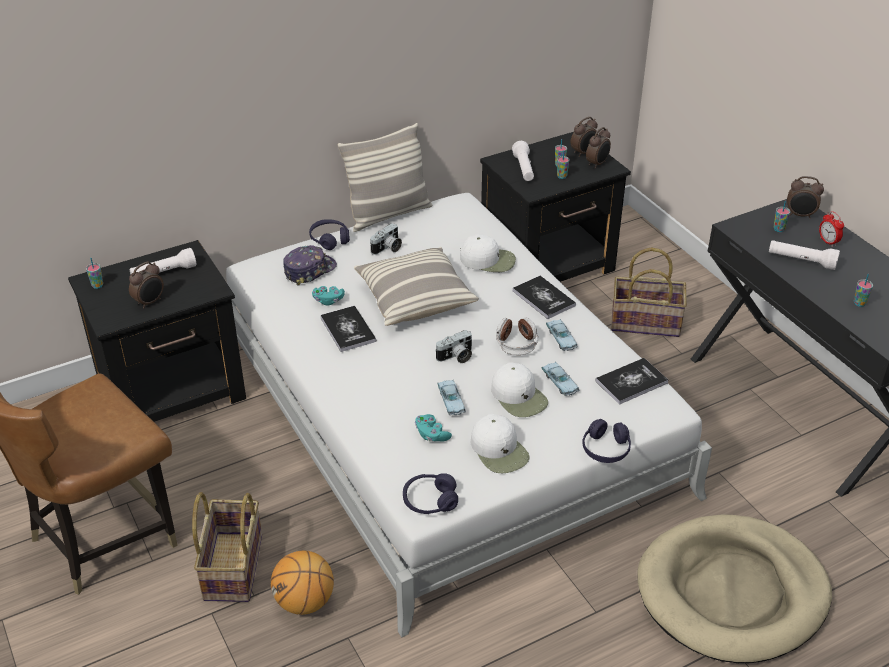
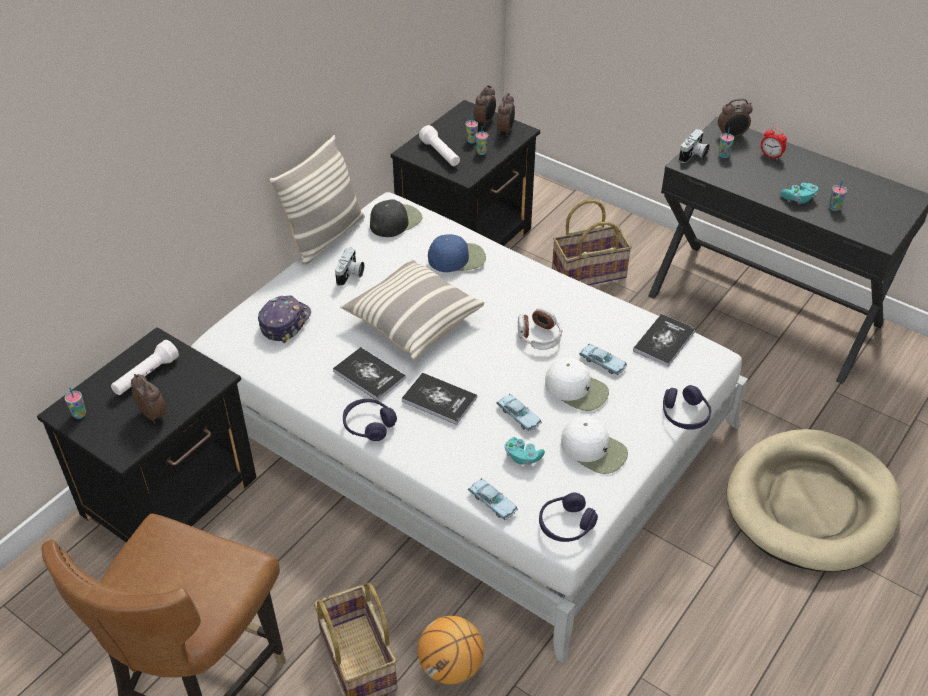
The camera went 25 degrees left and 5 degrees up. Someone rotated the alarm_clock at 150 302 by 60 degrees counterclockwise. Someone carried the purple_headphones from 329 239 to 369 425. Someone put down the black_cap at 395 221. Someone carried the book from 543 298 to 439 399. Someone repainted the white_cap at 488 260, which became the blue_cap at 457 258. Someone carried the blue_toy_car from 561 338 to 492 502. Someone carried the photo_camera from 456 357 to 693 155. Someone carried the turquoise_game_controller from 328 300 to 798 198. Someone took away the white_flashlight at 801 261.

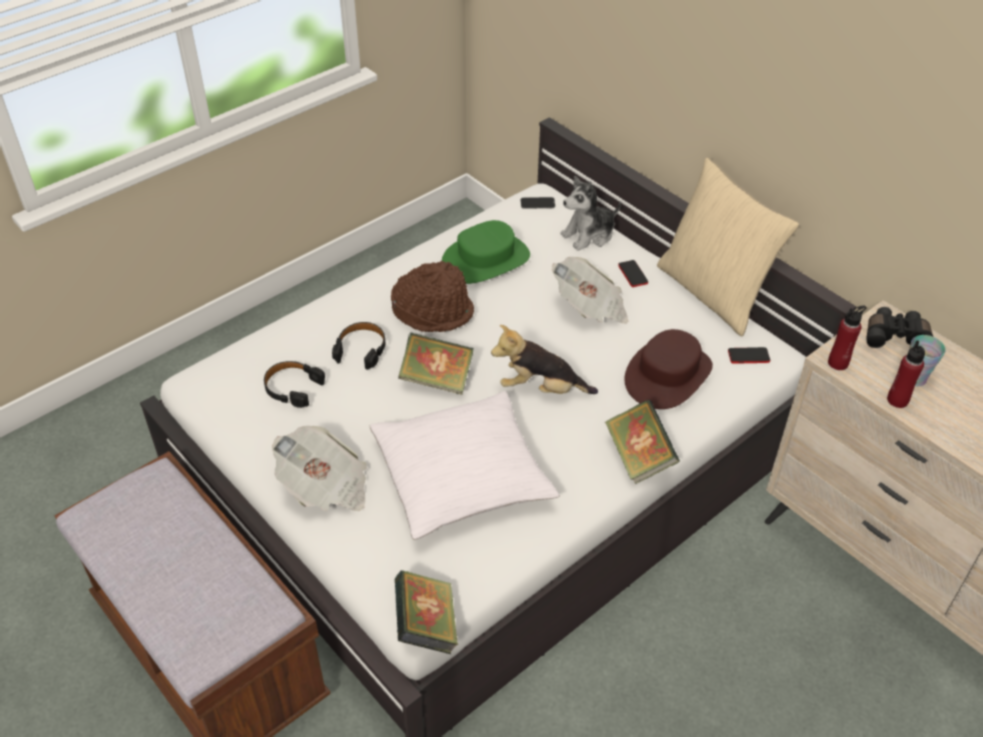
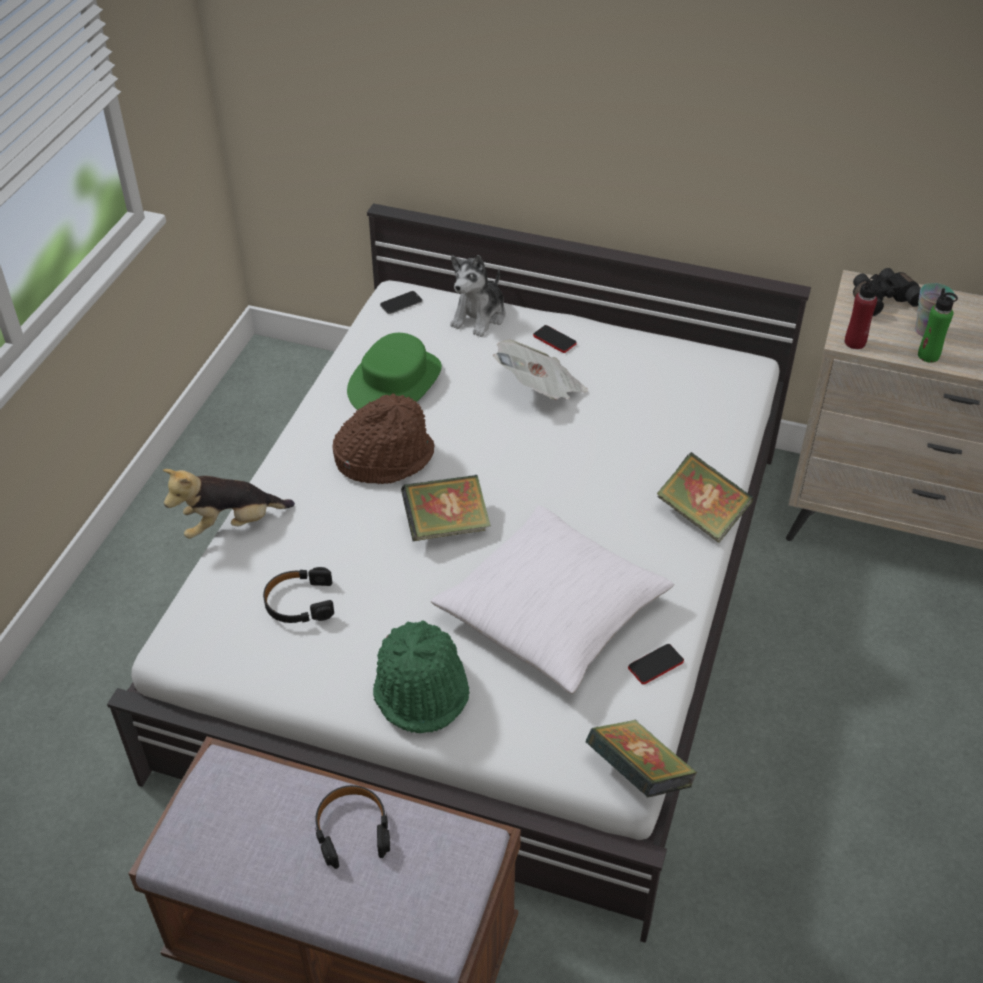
The camera went 30 degrees left and 0 degrees up. Someone carried the plush_toy from 541 388 to 231 524. Someone carried the black_headphones from 361 349 to 352 830. Someone swapped the newspaper at 325 487 for the green_hat at 421 689. Someone carried the phone from 748 356 to 655 664. Someone repainted the red_bottle at 897 400, which became the green_bottle at 928 355. Someone took away the brown_hat at 667 375. Someone took away the beige_pillow at 713 292.

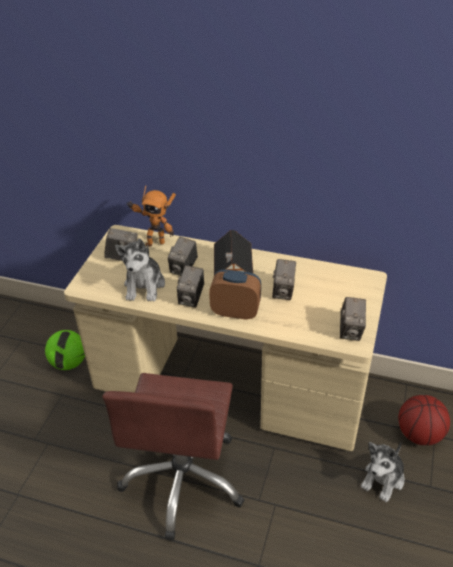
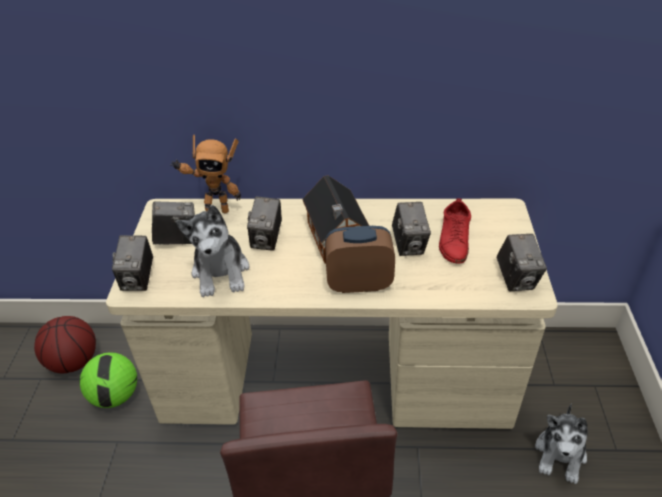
The camera went 15 degrees left and 0 degrees up. Someone carried the basketball from 419 434 to 74 362. Someone carried the photo_camera from 191 298 to 139 279. Someone put down the red_shoe at 454 240.

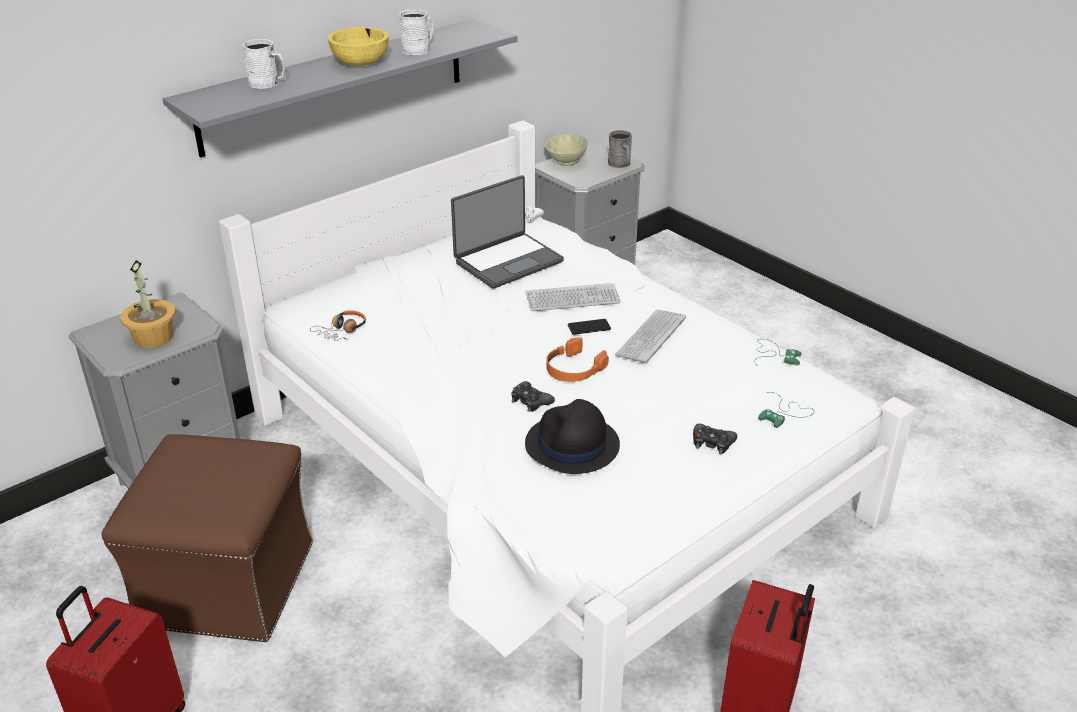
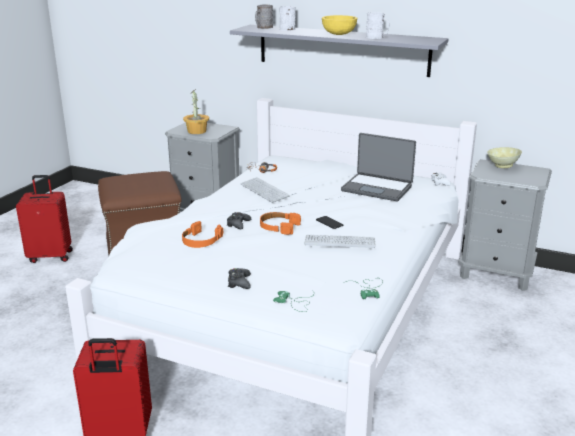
The camera went 65 degrees right and 10 degrees down. Someone swapped the black_hat at 572 445 for the orange_headphones at 201 241. Someone carried the keyboard from 572 299 to 264 191. Someone carried the grey_mug from 620 164 to 263 28.

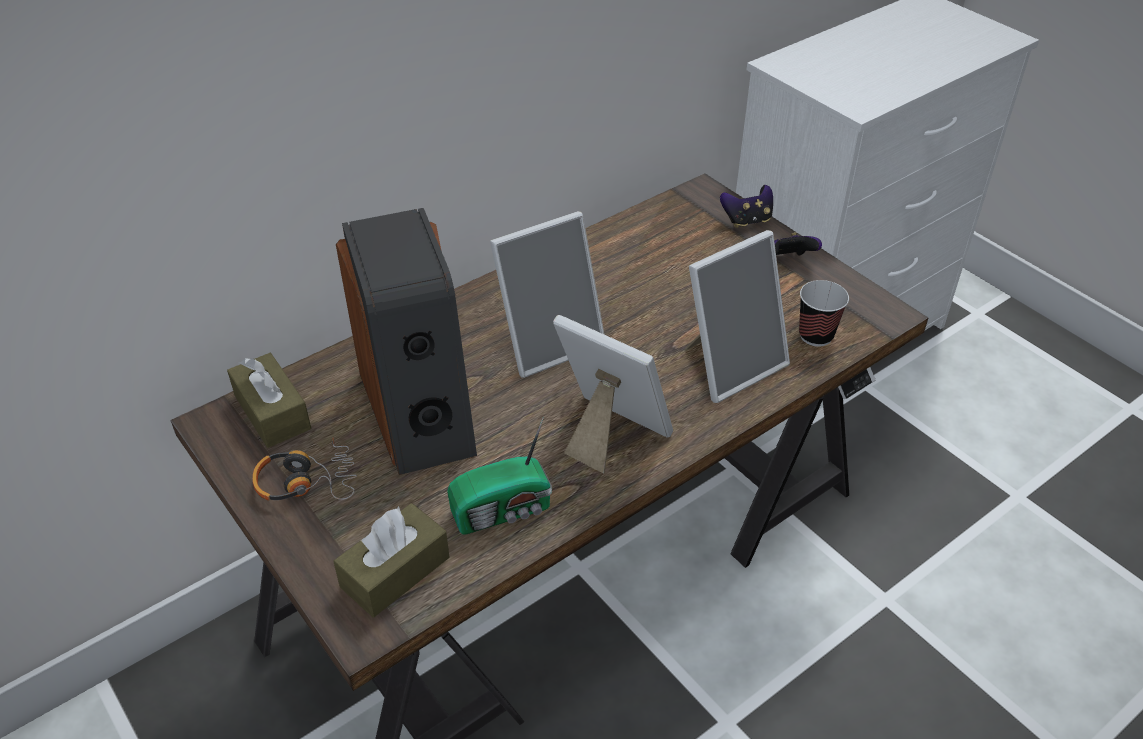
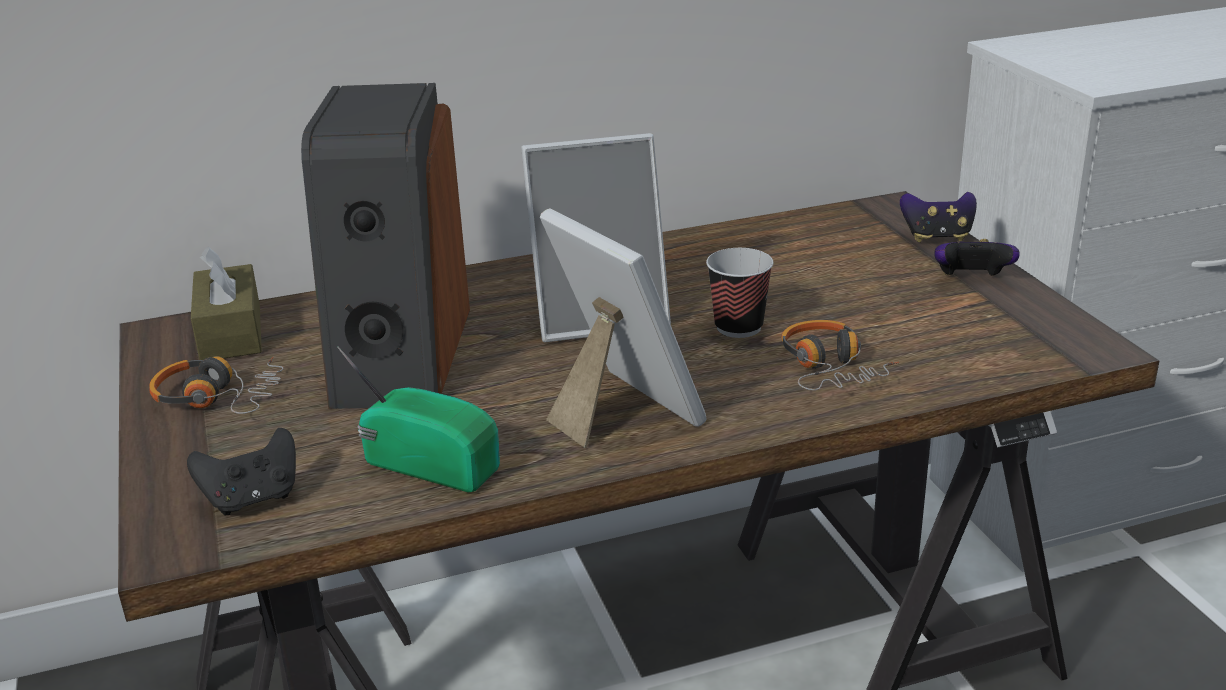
The camera went 20 degrees right and 15 degrees down. Someone swapped the brown_tissue_box at 395 572 for the black_game_controller at 253 499. Someone rotated the radio at 504 511 by 150 degrees counterclockwise. Someone carried the cup from 816 335 to 738 327. Someone swapped the picture_frame at 730 364 for the headphones at 830 368.

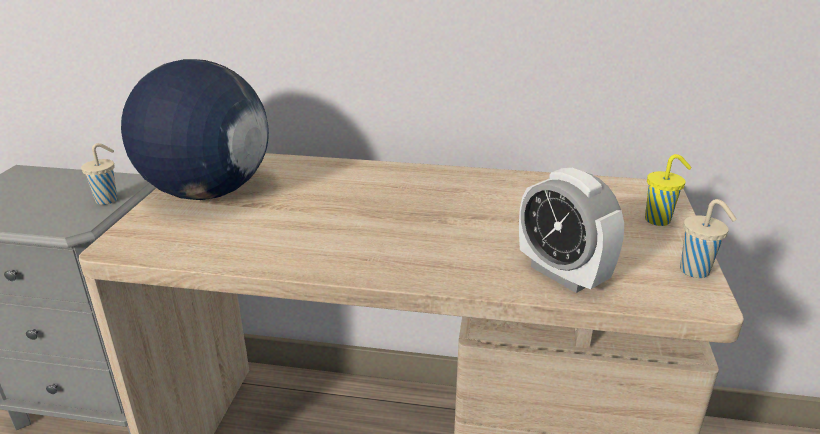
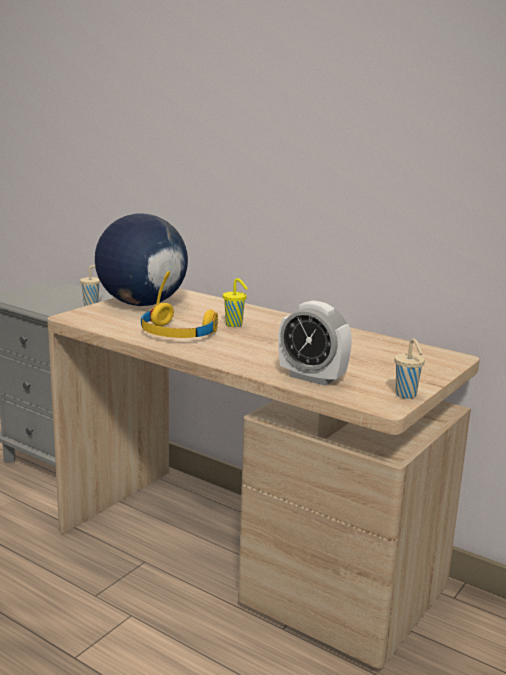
The camera went 25 degrees right and 10 degrees down. Someone put down the yellow_headphones at 178 333. Someone carried the yellow_cup from 659 220 to 235 325. Someone rotated the alarm_clock at 562 274 by 45 degrees counterclockwise.

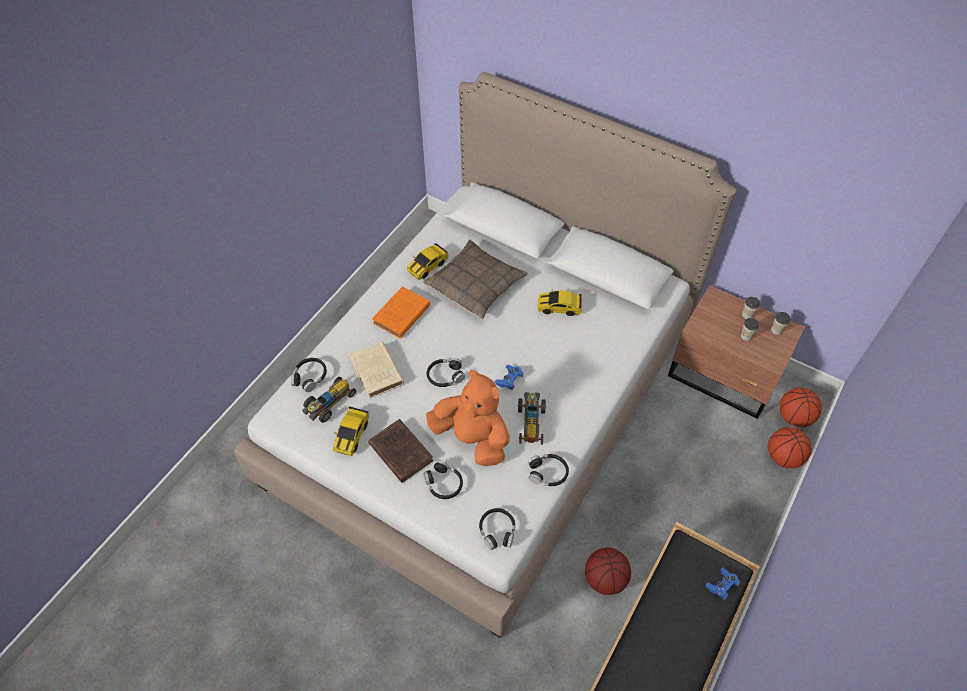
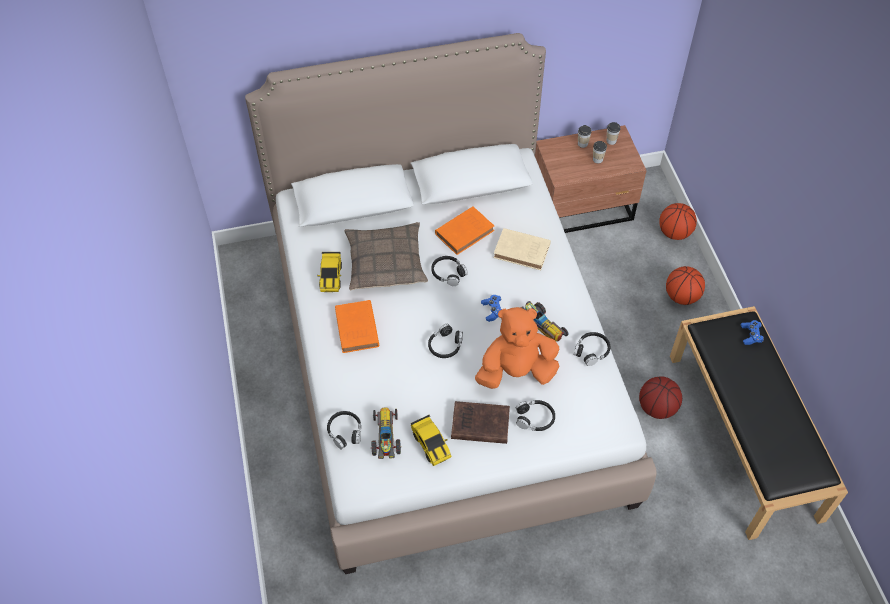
The camera went 45 degrees left and 0 degrees up. Someone carried the black_headphones from 497 531 to 448 273. Someone swapped the toy_car at 559 307 for the orange_book at 465 232. Someone carried the beige_book from 377 373 to 523 251. Someone carried the basketball from 794 417 to 681 296.

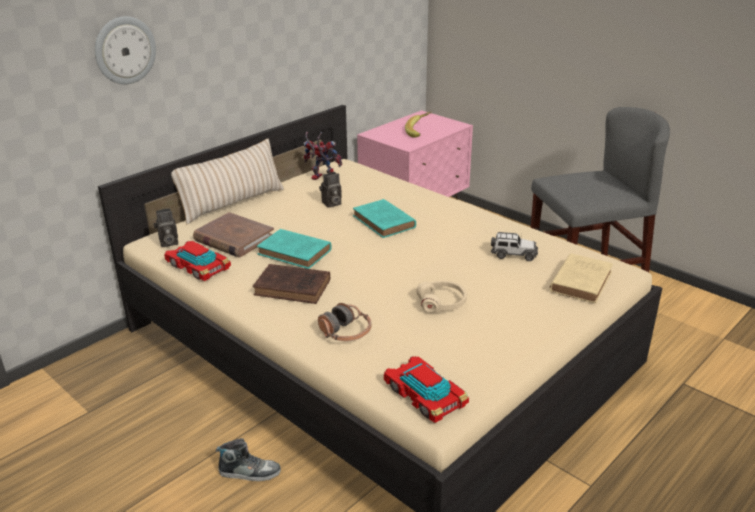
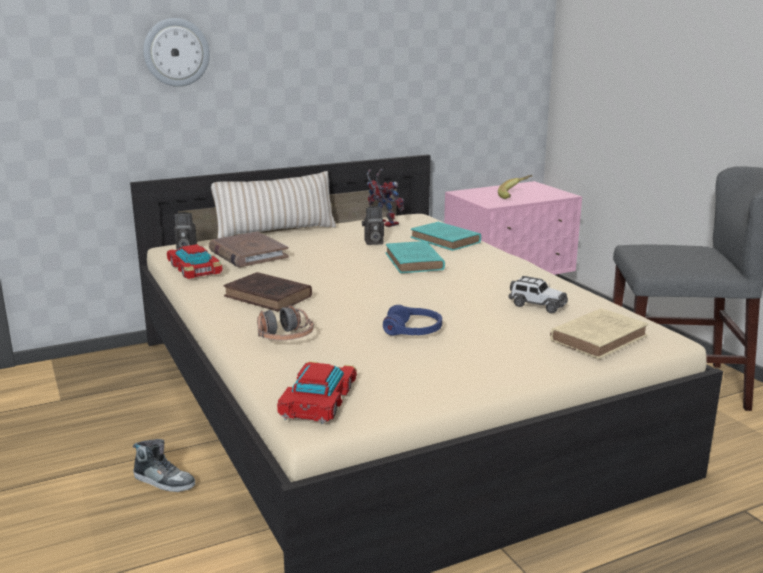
The camera went 20 degrees right and 10 degrees down. Someone rotated the toy_car at 425 394 by 150 degrees counterclockwise. Someone repainted the beige_headphones at 442 302, which became the blue_headphones at 413 330. Someone carried the turquoise_book from 296 253 to 446 240.

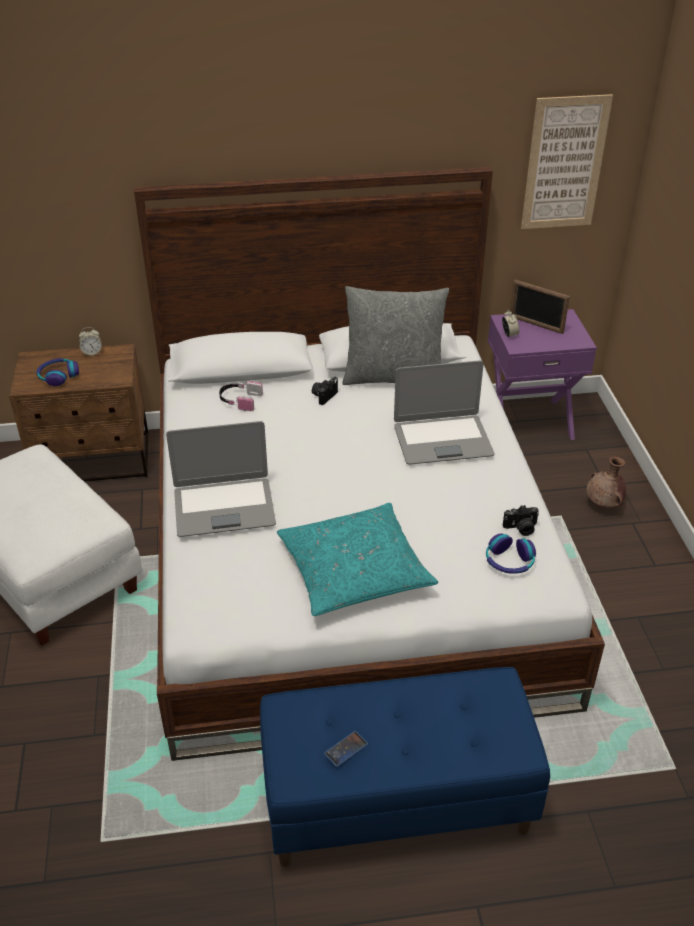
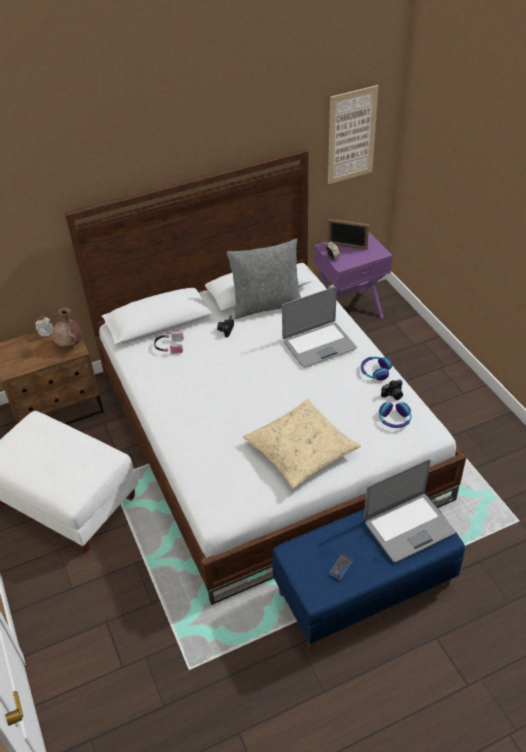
The camera went 15 degrees left and 5 degrees up. Someone carried the brown_vase from 603 505 to 70 345. Someone repainted the turquoise_pillow at 354 570, which became the beige_pillow at 301 450. Someone carried the headphones from 58 376 to 375 371. Someone carried the laptop from 224 507 to 408 527.

